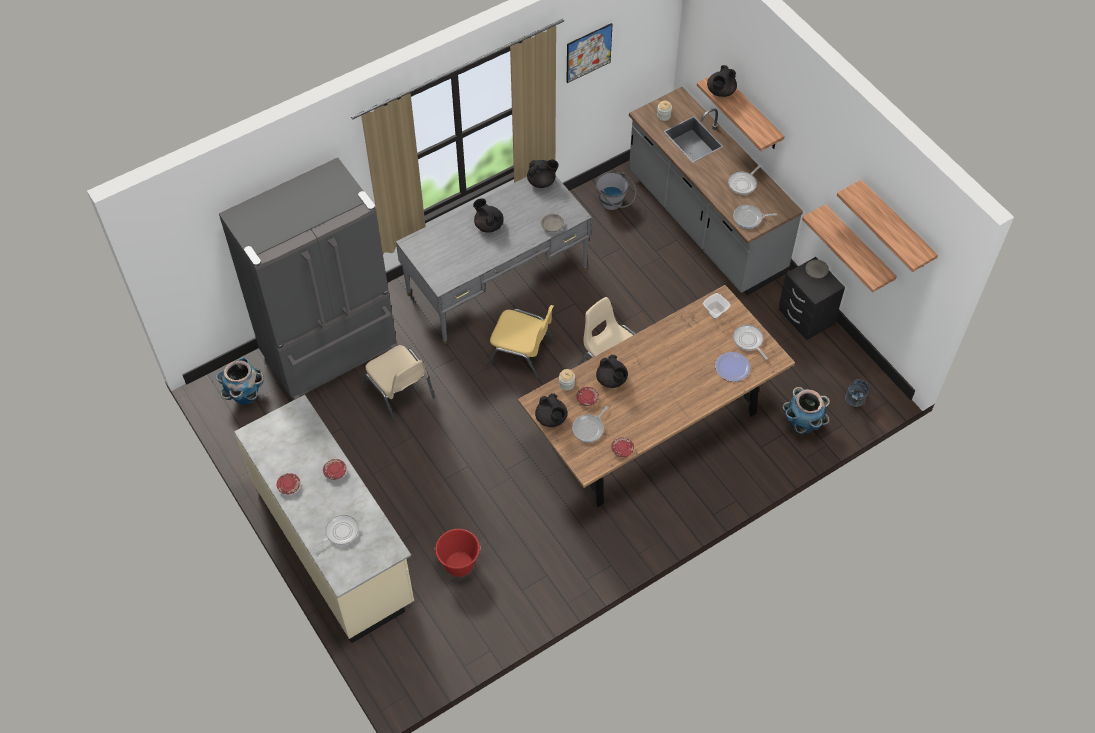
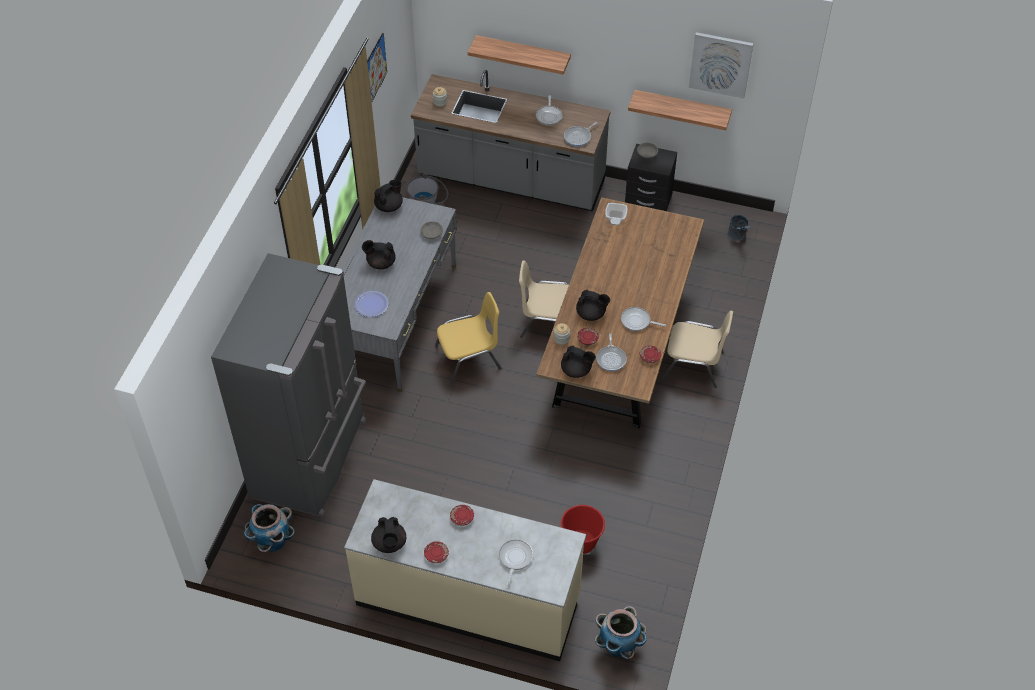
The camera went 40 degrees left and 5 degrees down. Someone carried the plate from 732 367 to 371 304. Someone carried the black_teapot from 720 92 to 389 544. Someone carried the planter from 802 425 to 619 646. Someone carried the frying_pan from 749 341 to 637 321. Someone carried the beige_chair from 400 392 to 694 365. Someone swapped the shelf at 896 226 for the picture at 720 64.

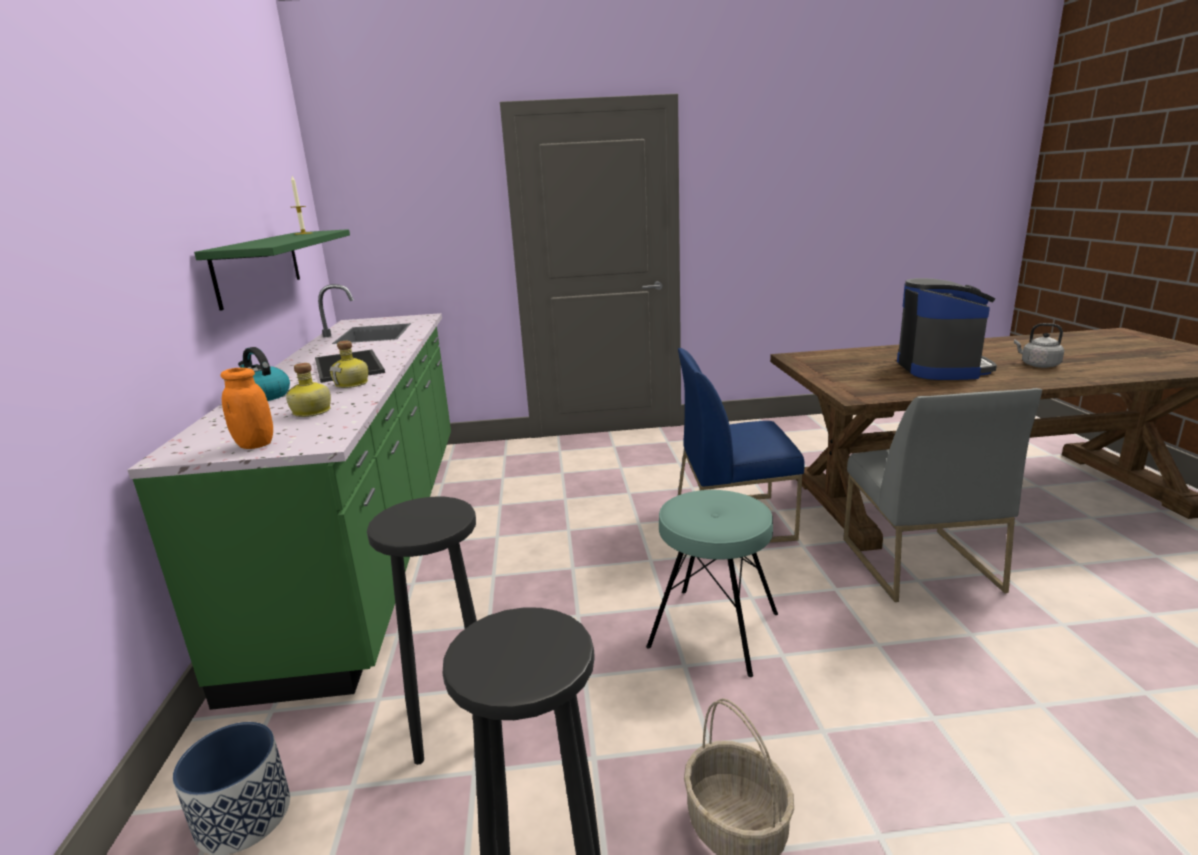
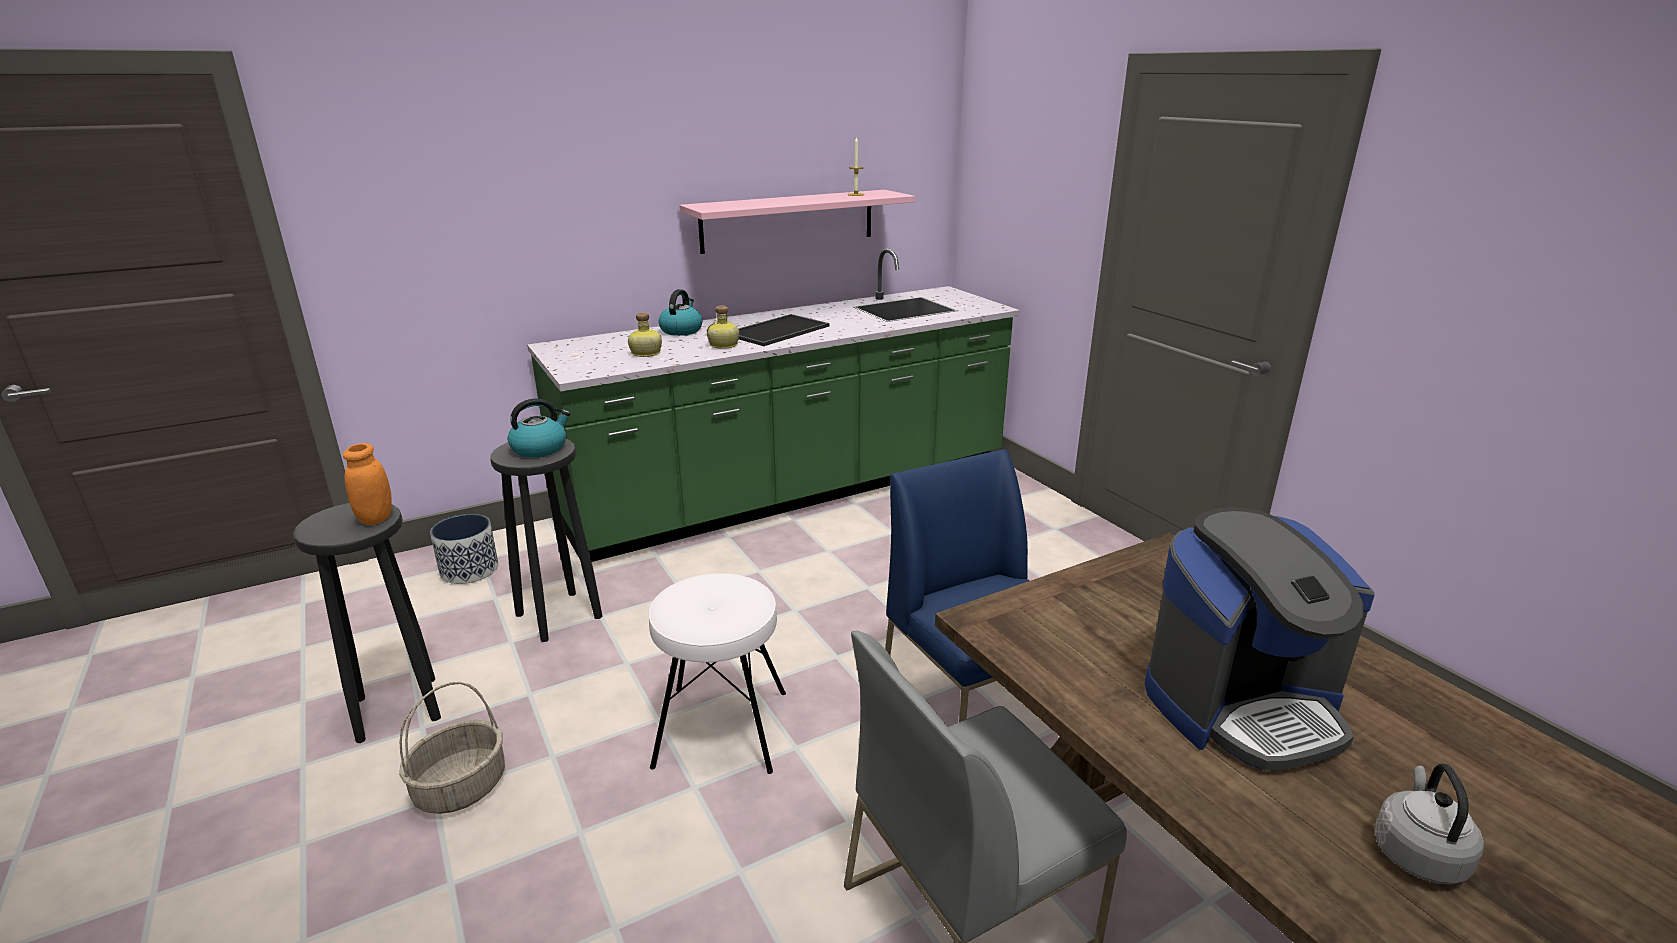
The camera went 65 degrees right and 5 degrees up. Someone carried the orange_jar from 255 444 to 376 518. Someone put down the kettle at 540 448. Someone repainted the turquoise_stool at 714 630, which became the white_stool at 721 729. Someone repainted the green_shelf at 259 266, which became the pink_shelf at 788 220.

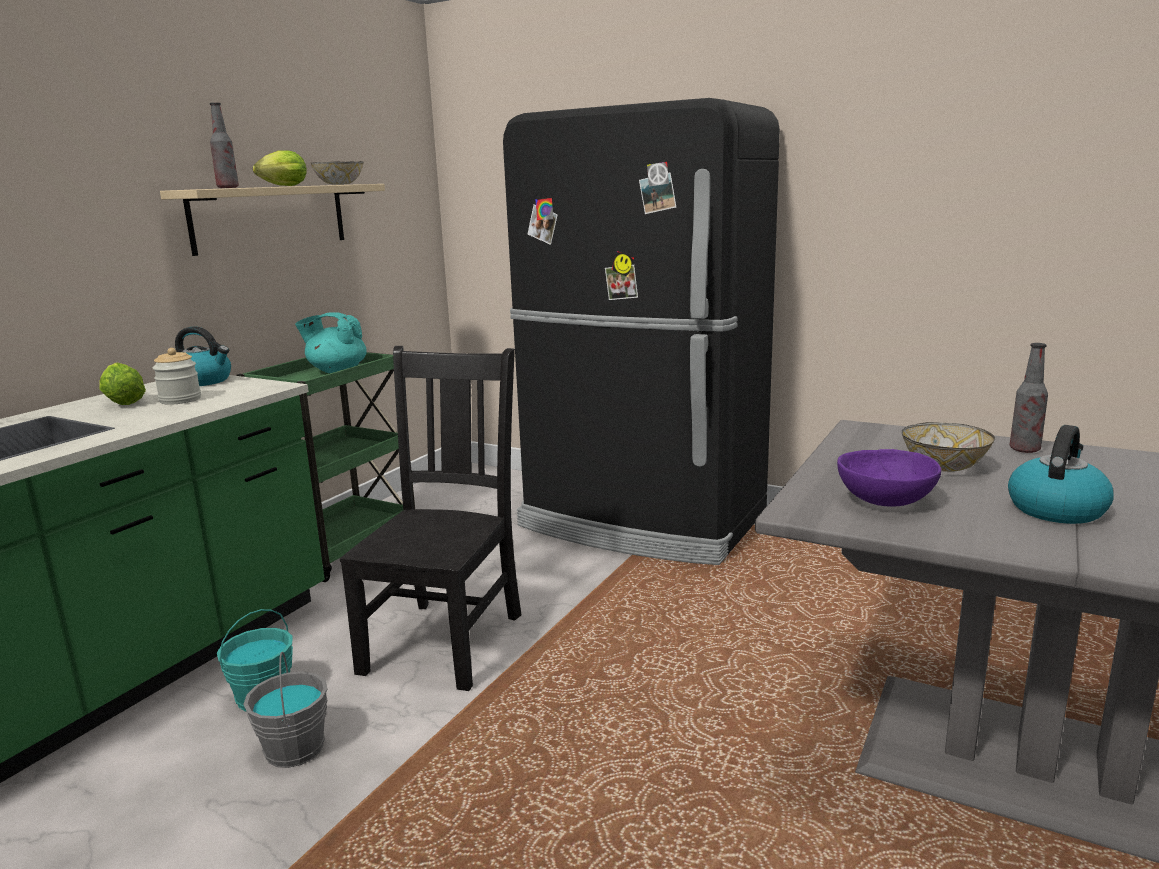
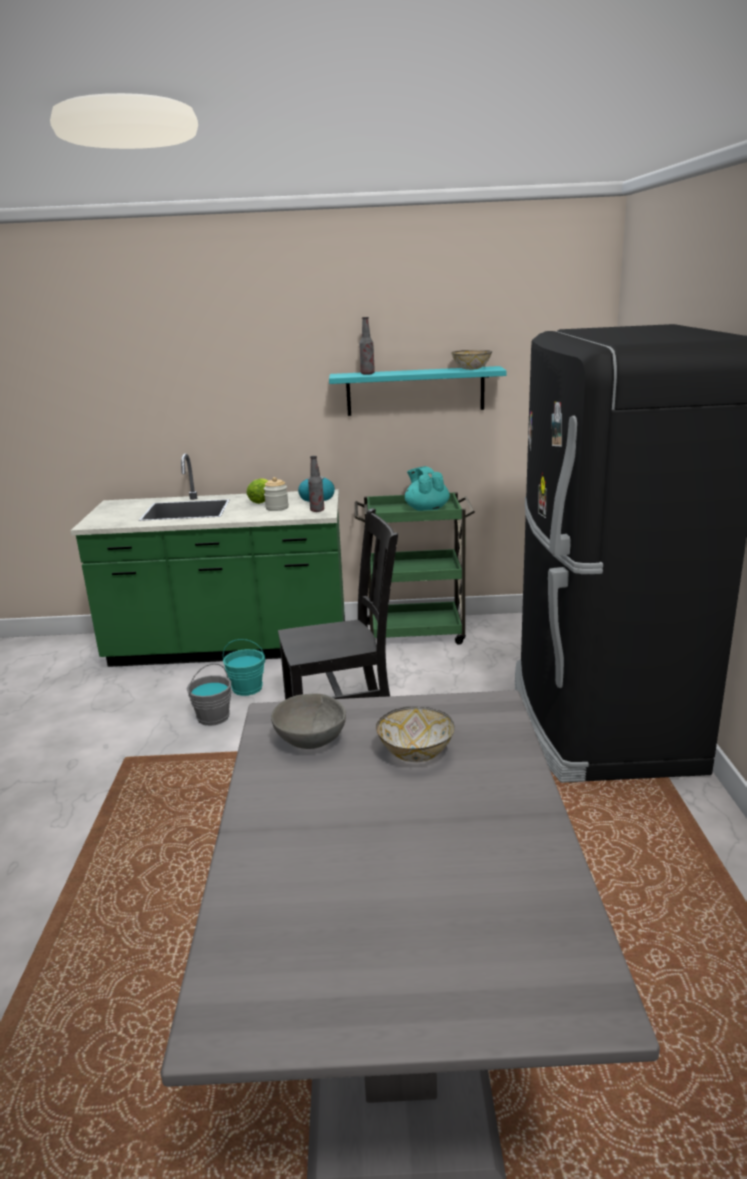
The camera went 60 degrees right and 5 degrees up. Someone repainted the purple_bowl at 884 501, which became the grey_bowl at 310 740. Someone carried the bottle from 1024 449 to 317 510. Someone repainted the beige_shelf at 270 217, which became the turquoise_shelf at 415 391. Someone took away the lettuce at 281 186. Someone took away the kettle at 1056 509.

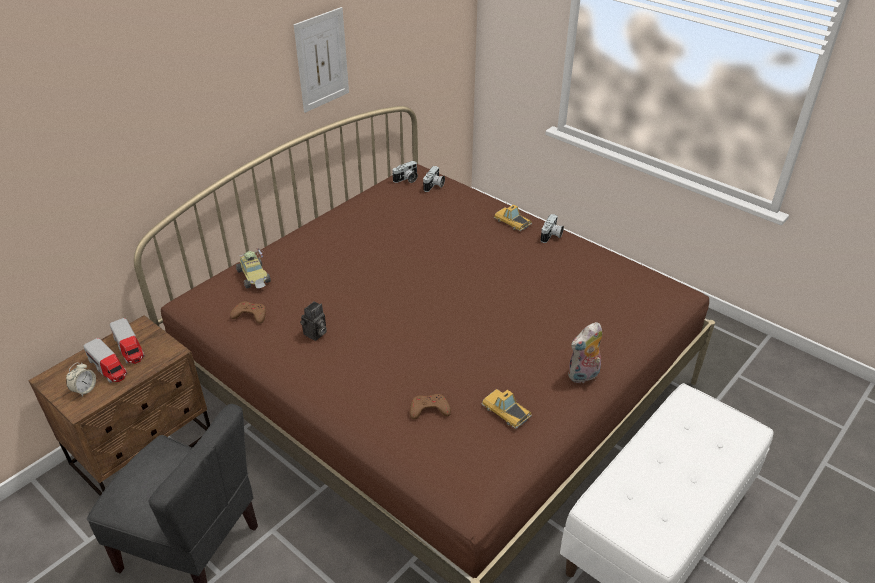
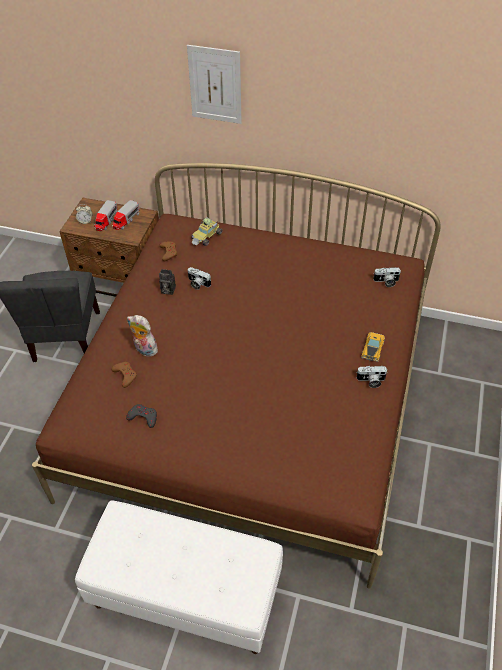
The camera went 65 degrees right and 10 degrees up. Someone swapped the toy_car at 505 410 for the grey_game_controller at 143 417. Someone carried the plush_toy from 583 376 to 144 349. Someone carried the picture from 322 60 to 215 85. Someone carried the photo_camera from 407 179 to 197 284.

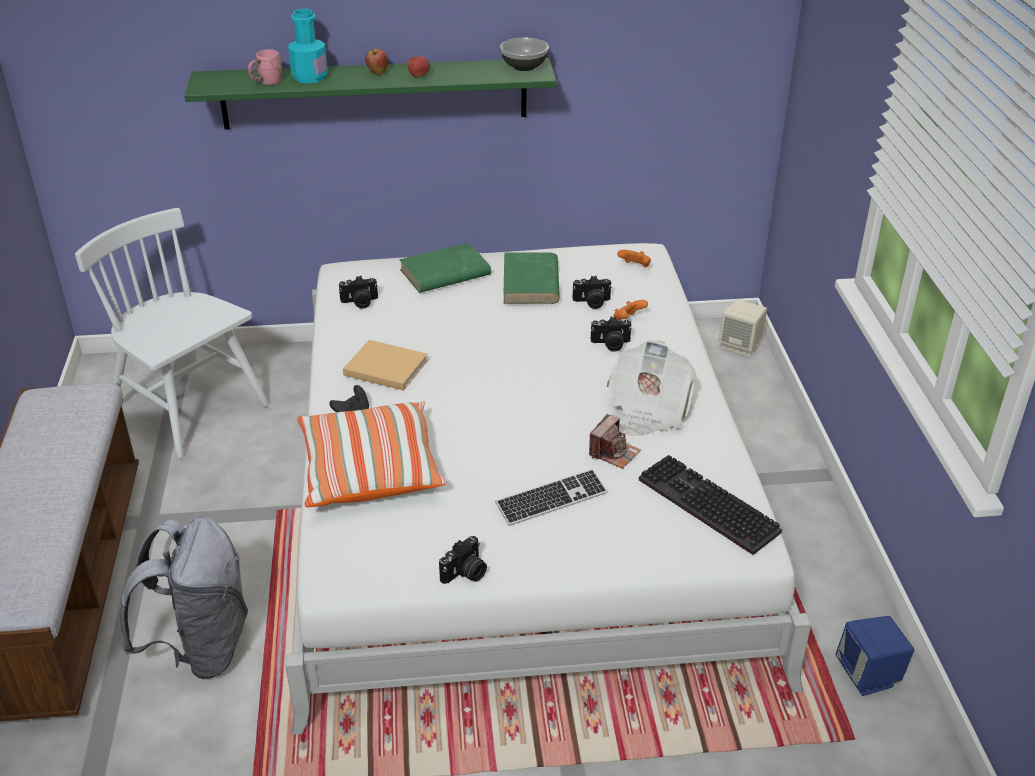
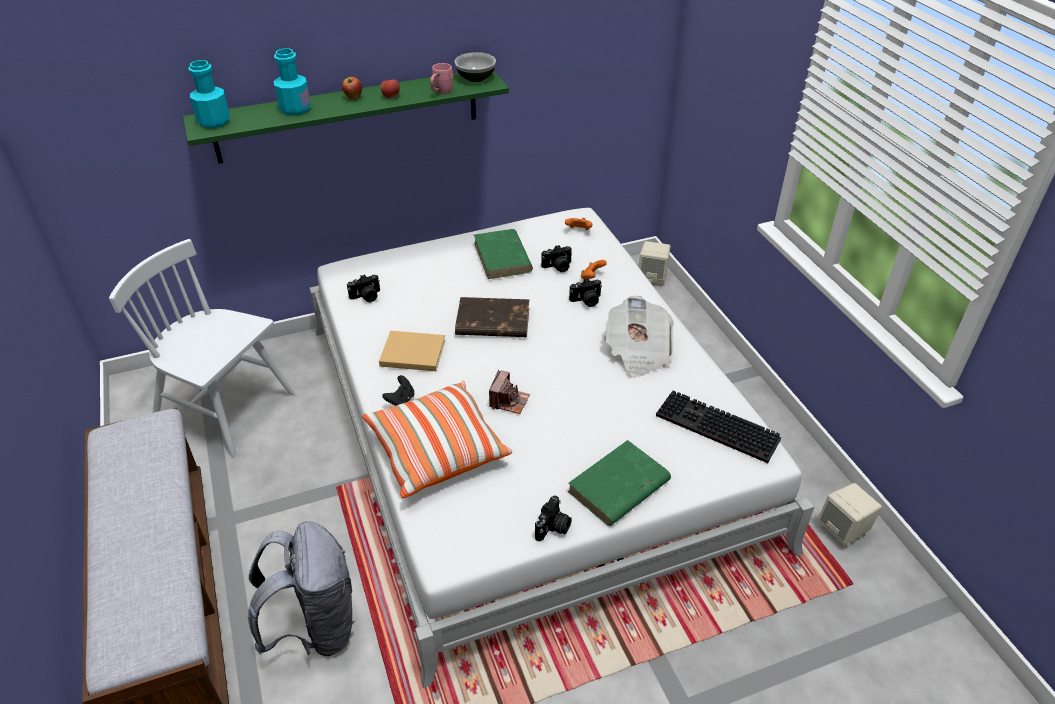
The camera went 15 degrees left and 5 degrees up. Someone put down the turquoise_bottle at 214 122. Someone carried the pink_mug from 266 82 to 441 92. Someone put down the brown_book at 492 322. Someone carried the photo_camera from 614 453 to 509 401. Someone carried the green_book from 444 273 to 618 487. Someone repainted the blue_speaker at 868 676, which became the beige_speaker at 843 530. Someone took away the keyboard at 551 499.

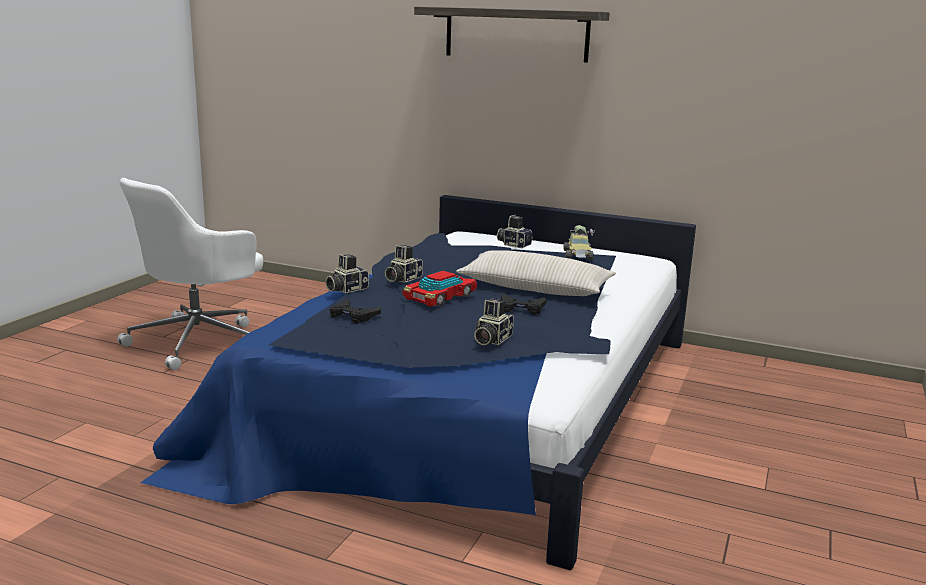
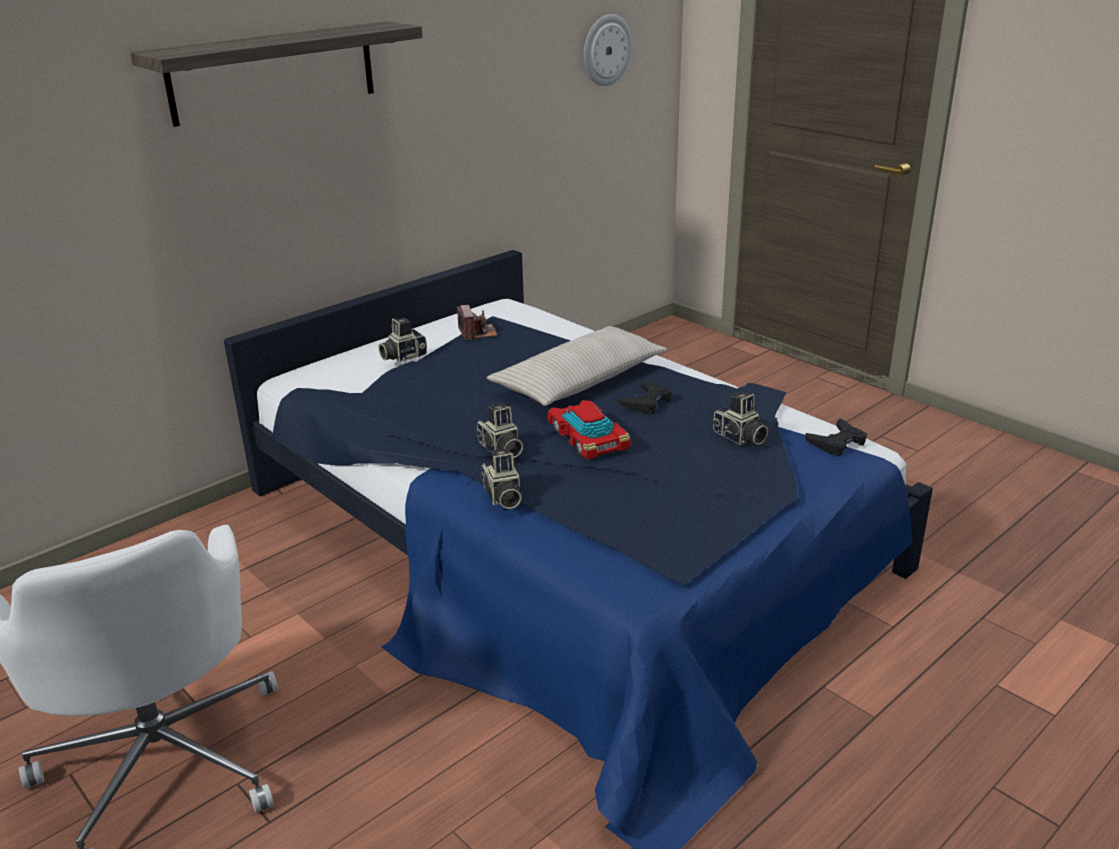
The camera went 65 degrees left and 10 degrees up. Someone swapped the toy_car at 578 255 for the photo_camera at 477 333. Someone put up the wall_clock at 606 50. Someone carried the black_game_controller from 353 316 to 837 443.

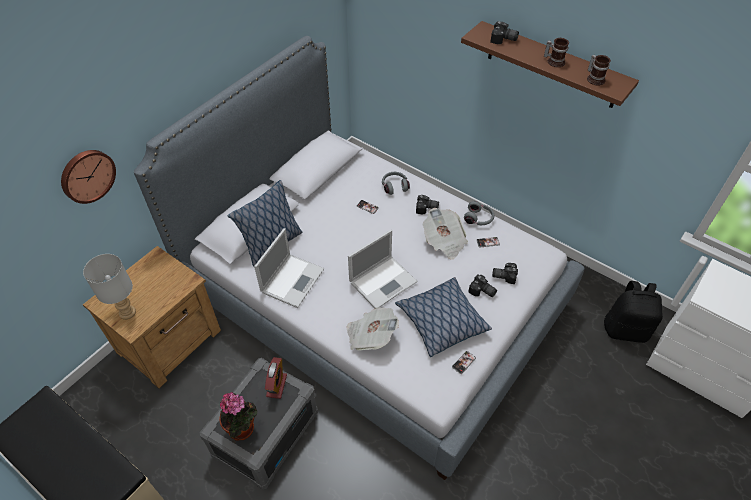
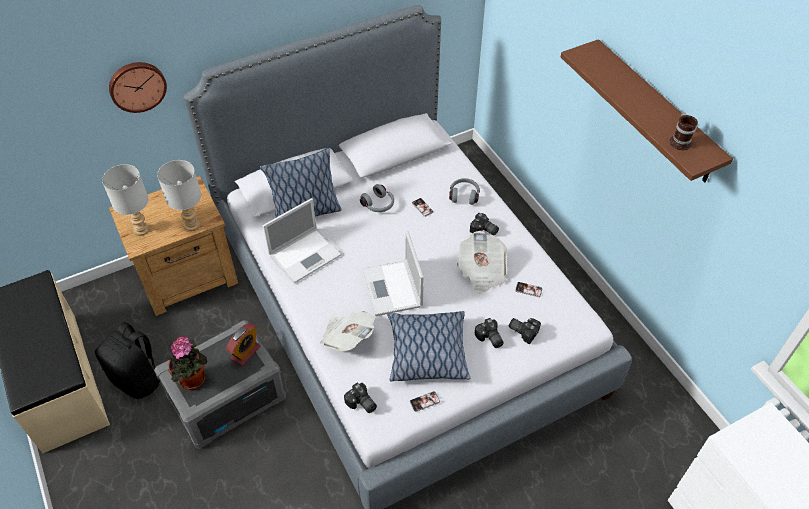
The camera went 25 degrees right and 0 degrees up. Someone carried the black_backpack from 625 329 to 139 379. Someone put down the grey_table_lamp at 191 224. Someone carried the photo_camera from 503 40 to 361 404. Someone carried the grey_headphones from 479 218 to 378 205. Someone rotated the laptop at 384 281 by 90 degrees clockwise. Someone took away the mug at 554 61.

